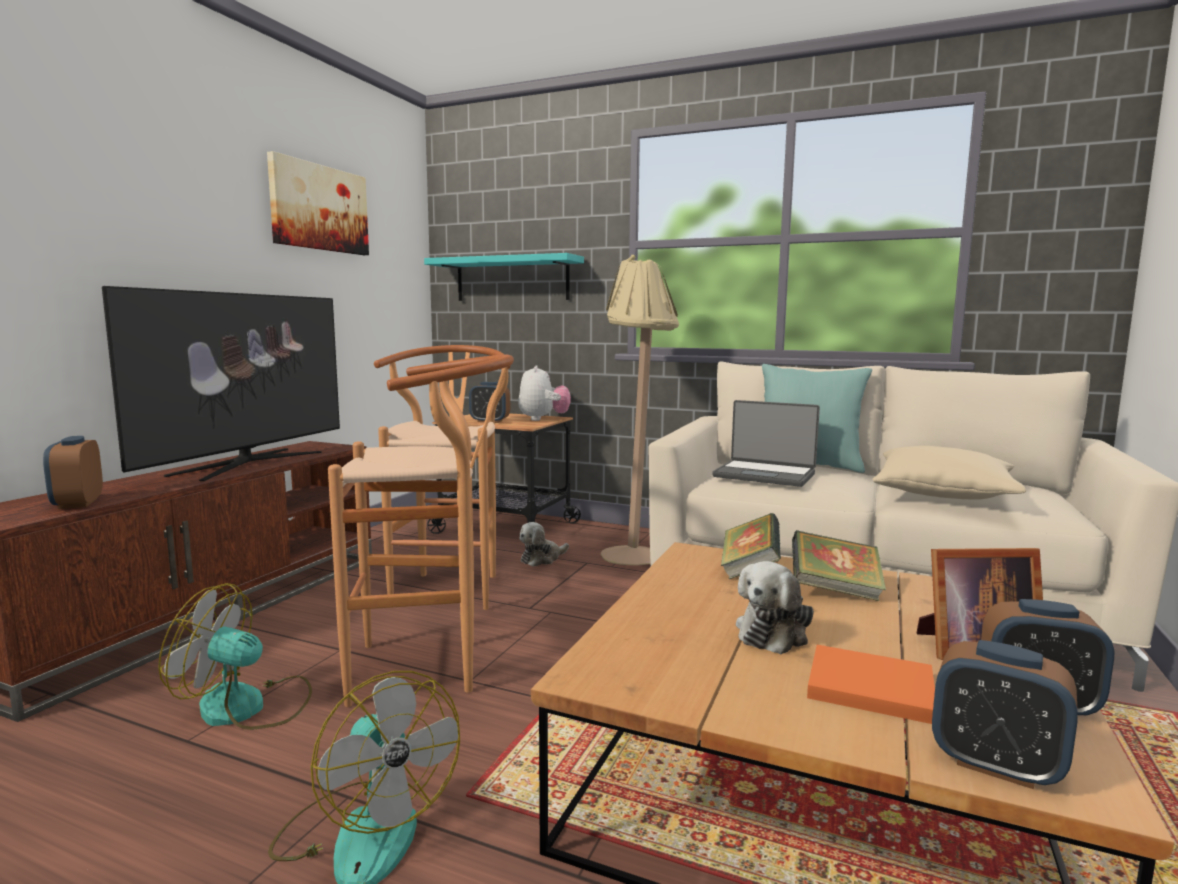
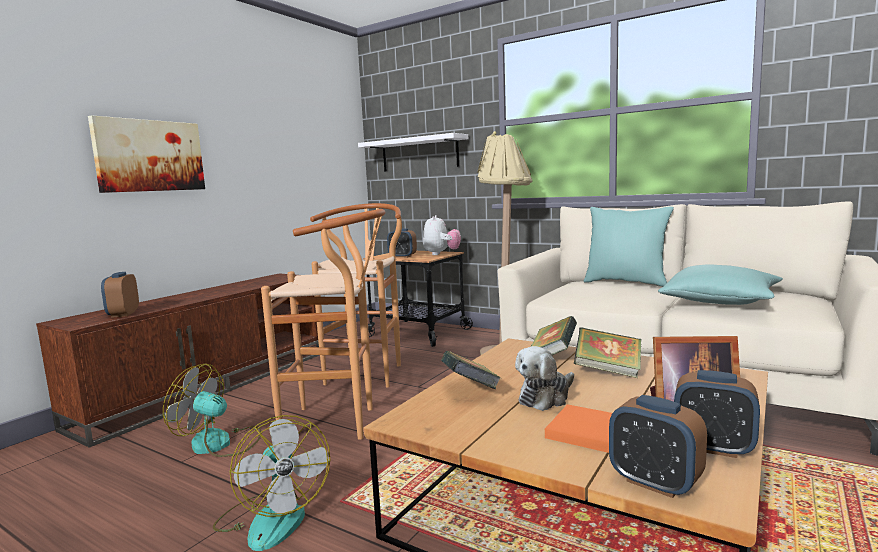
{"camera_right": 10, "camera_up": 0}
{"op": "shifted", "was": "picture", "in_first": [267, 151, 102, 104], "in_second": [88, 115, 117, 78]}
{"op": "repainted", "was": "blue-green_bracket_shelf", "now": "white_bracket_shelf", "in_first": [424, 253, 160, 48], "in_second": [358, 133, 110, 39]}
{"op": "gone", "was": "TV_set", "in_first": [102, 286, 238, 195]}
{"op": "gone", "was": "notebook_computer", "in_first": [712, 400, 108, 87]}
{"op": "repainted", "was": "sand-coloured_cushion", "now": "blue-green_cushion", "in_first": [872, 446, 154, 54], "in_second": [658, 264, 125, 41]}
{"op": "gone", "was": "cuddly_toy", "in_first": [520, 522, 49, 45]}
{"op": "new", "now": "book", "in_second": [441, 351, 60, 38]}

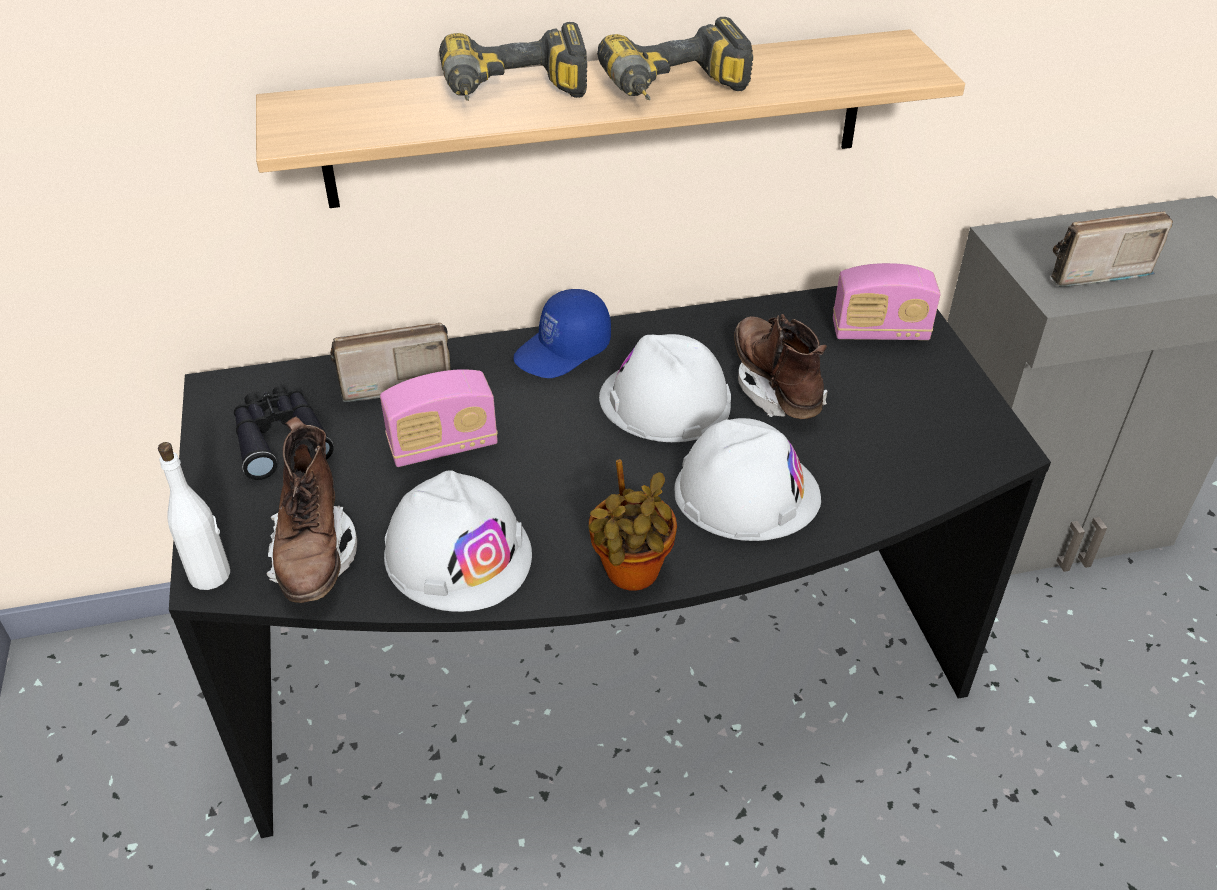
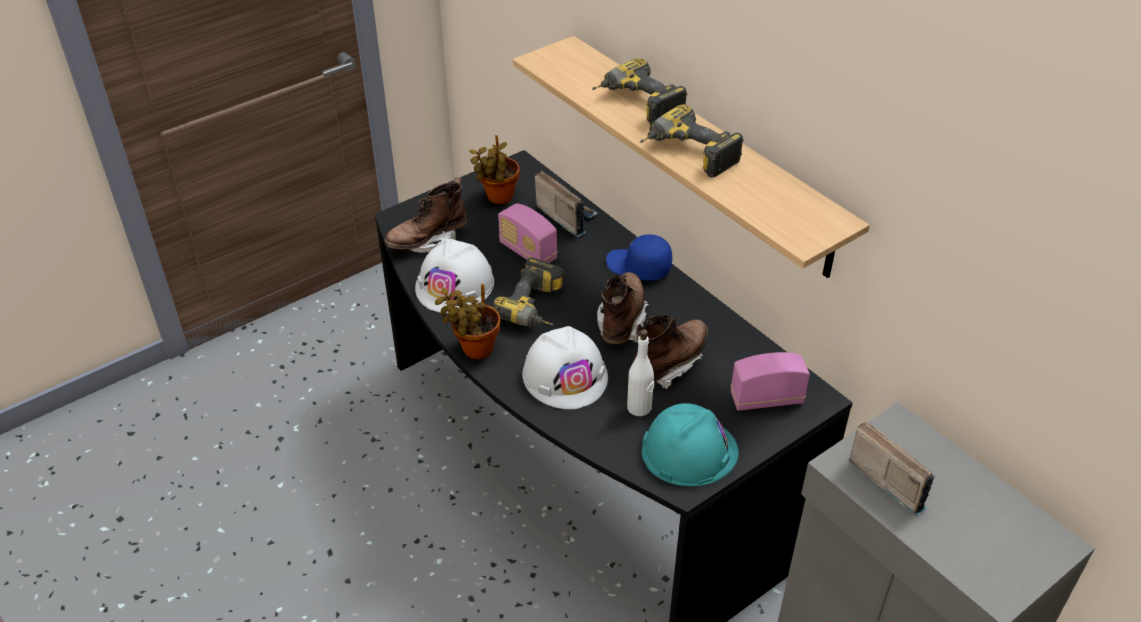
{"camera_right": 65, "camera_up": 0}
{"op": "rotated", "was": "radio_set", "in_first": [833, 263, 107, 77], "in_second": [731, 352, 79, 59], "clockwise": 105}
{"op": "swapped", "was": "white_work_helmet", "now": "brown-coloured_high-top_boot", "in_first": [599, 334, 132, 108], "in_second": [597, 272, 52, 72]}
{"op": "swapped", "was": "black-coloured_binoculars", "now": "houseplant", "in_first": [234, 386, 100, 94], "in_second": [469, 135, 50, 69]}
{"op": "shifted", "was": "white_beverage_bottle", "in_first": [158, 442, 72, 148], "in_second": [627, 329, 28, 87]}
{"op": "new", "now": "power_drill", "in_second": [491, 257, 74, 70]}
{"op": "new", "now": "blue-green_work_helmet", "in_second": [642, 403, 96, 83]}

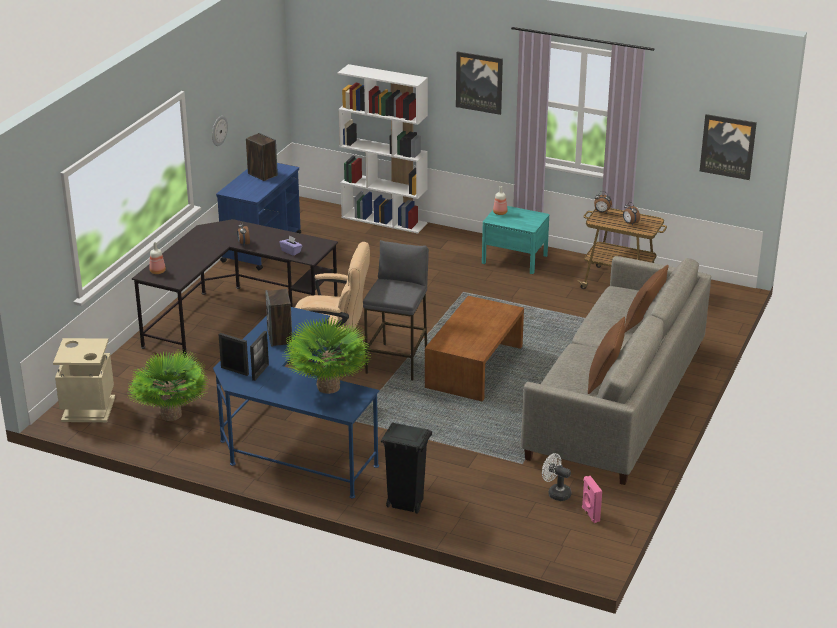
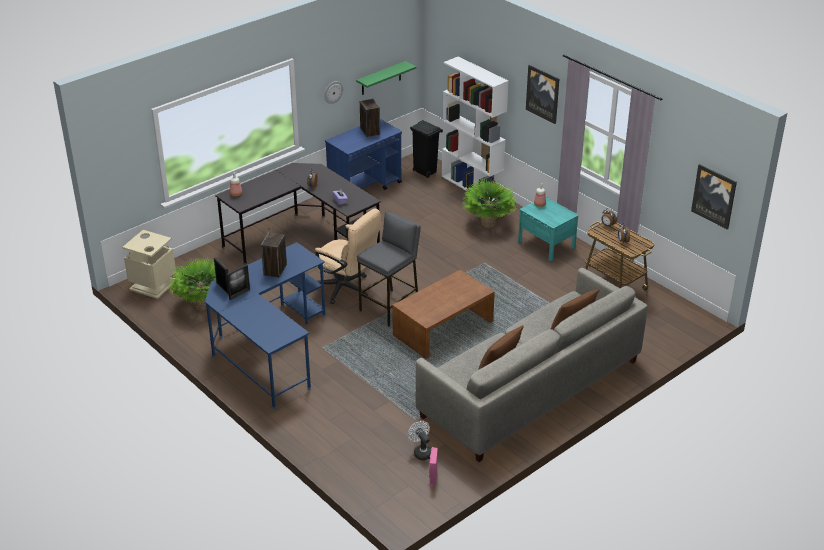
{"camera_right": 25, "camera_up": 5}
{"op": "shifted", "was": "houseplant", "in_first": [283, 316, 88, 78], "in_second": [462, 178, 54, 50]}
{"op": "shifted", "was": "black-coloured_trash_can", "in_first": [381, 423, 51, 91], "in_second": [410, 120, 33, 58]}
{"op": "new", "now": "green_bracket_shelf", "in_second": [356, 61, 61, 34]}

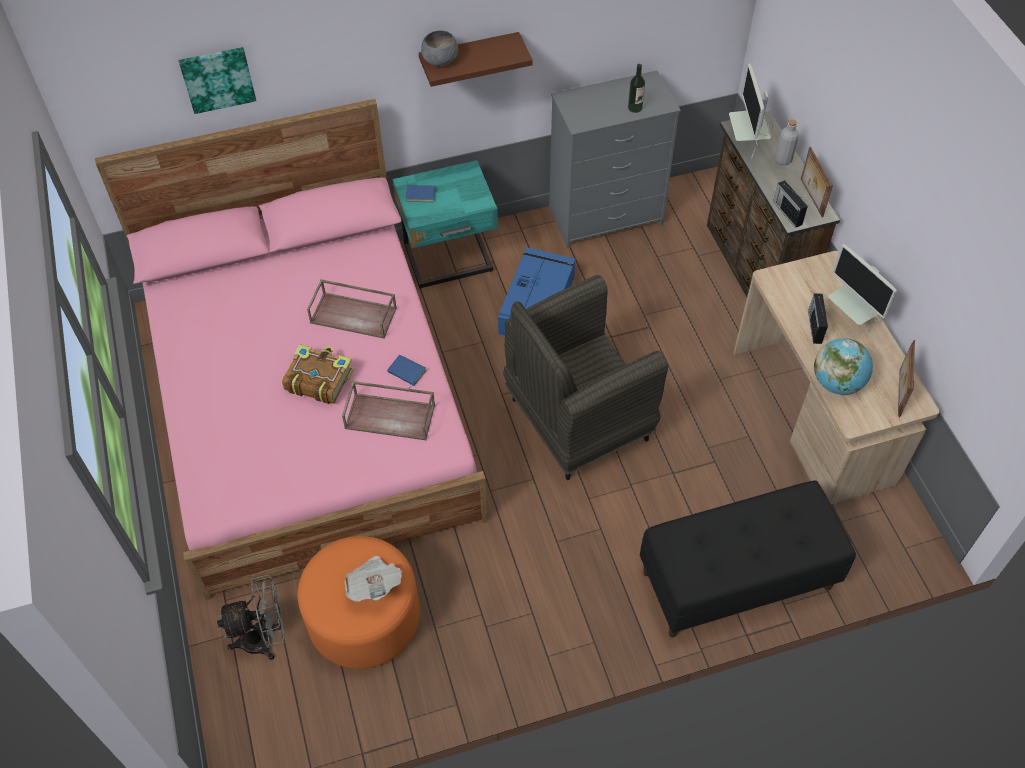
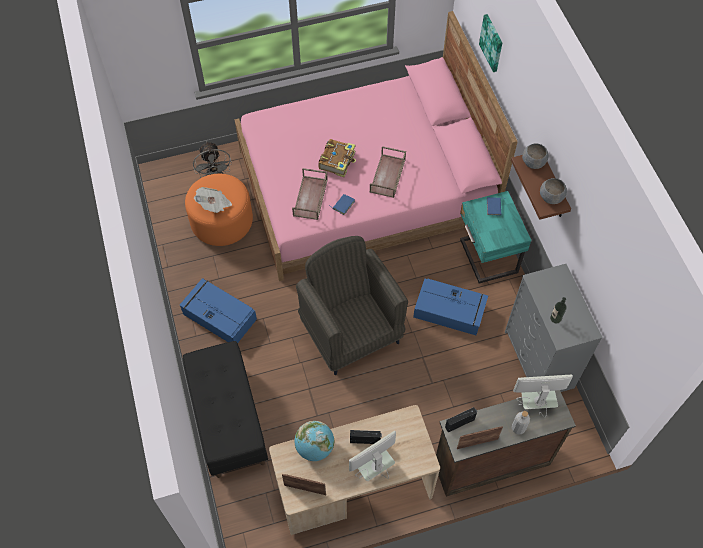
{"camera_right": 90, "camera_up": 5}
{"op": "new", "now": "gray_serving_bowl", "in_second": [540, 178, 27, 26]}
{"op": "new", "now": "blue-coloured_storage_bin", "in_second": [179, 278, 78, 65]}

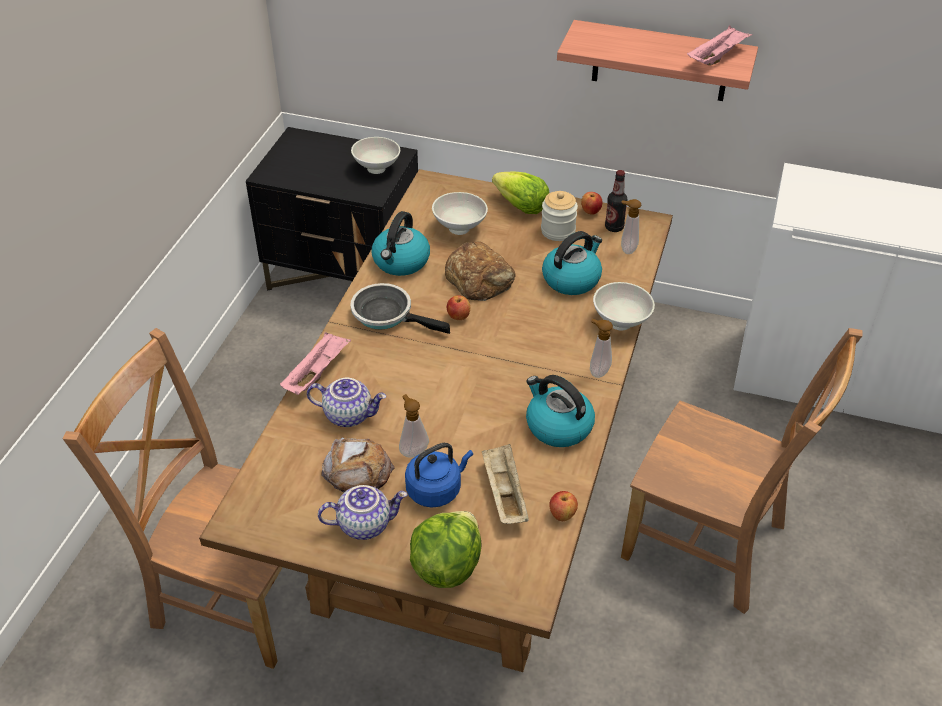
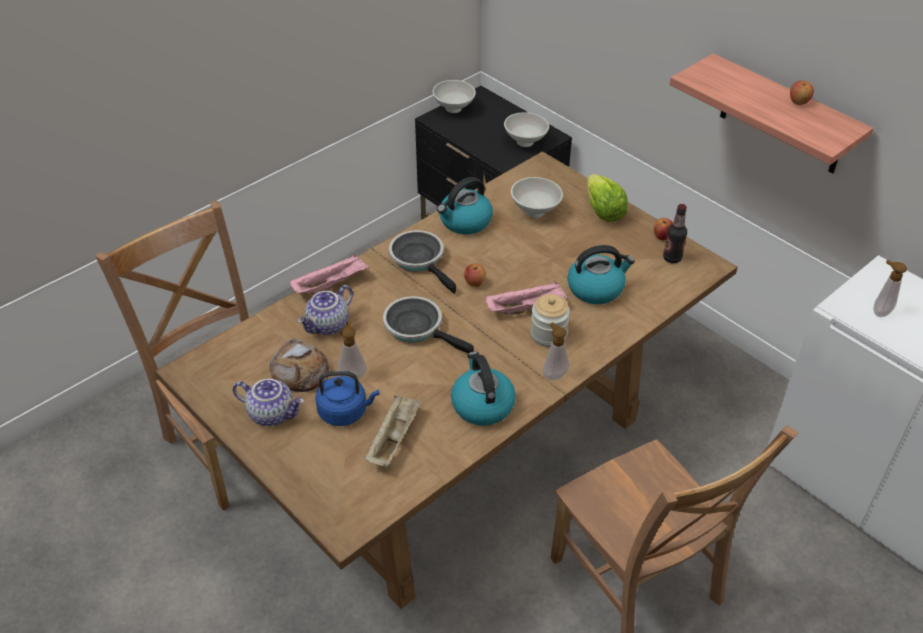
{"camera_right": 30, "camera_up": 0}
{"op": "shifted", "was": "pinkish_serving_tray", "in_first": [687, 25, 66, 40], "in_second": [485, 281, 83, 33]}
{"op": "shifted", "was": "storage_jar", "in_first": [541, 191, 37, 50], "in_second": [531, 294, 39, 53]}
{"op": "shifted", "was": "soap_dispenser", "in_first": [621, 199, 20, 55], "in_second": [874, 260, 33, 57]}
{"op": "gone", "was": "bread", "in_first": [445, 241, 71, 60]}
{"op": "shifted", "was": "white_serving_bowl", "in_first": [593, 282, 62, 49], "in_second": [433, 80, 43, 33]}
{"op": "rotated", "was": "teapot", "in_first": [307, 378, 79, 49], "in_second": [297, 285, 56, 50], "clockwise": 90}
{"op": "shifted", "was": "apple_fruit", "in_first": [549, 491, 29, 30], "in_second": [790, 81, 24, 24]}
{"op": "gone", "was": "lettuce_head", "in_first": [410, 511, 71, 77]}
{"op": "new", "now": "pan", "in_second": [383, 296, 91, 57]}

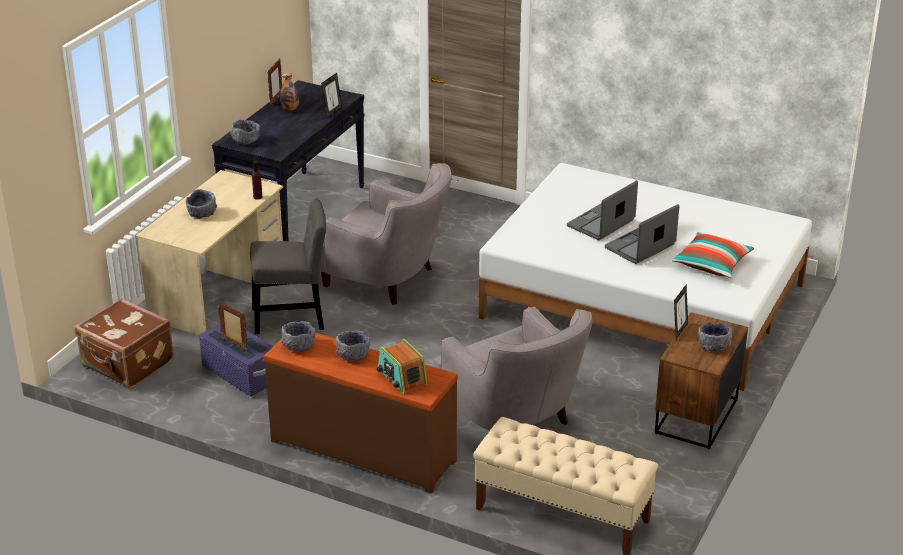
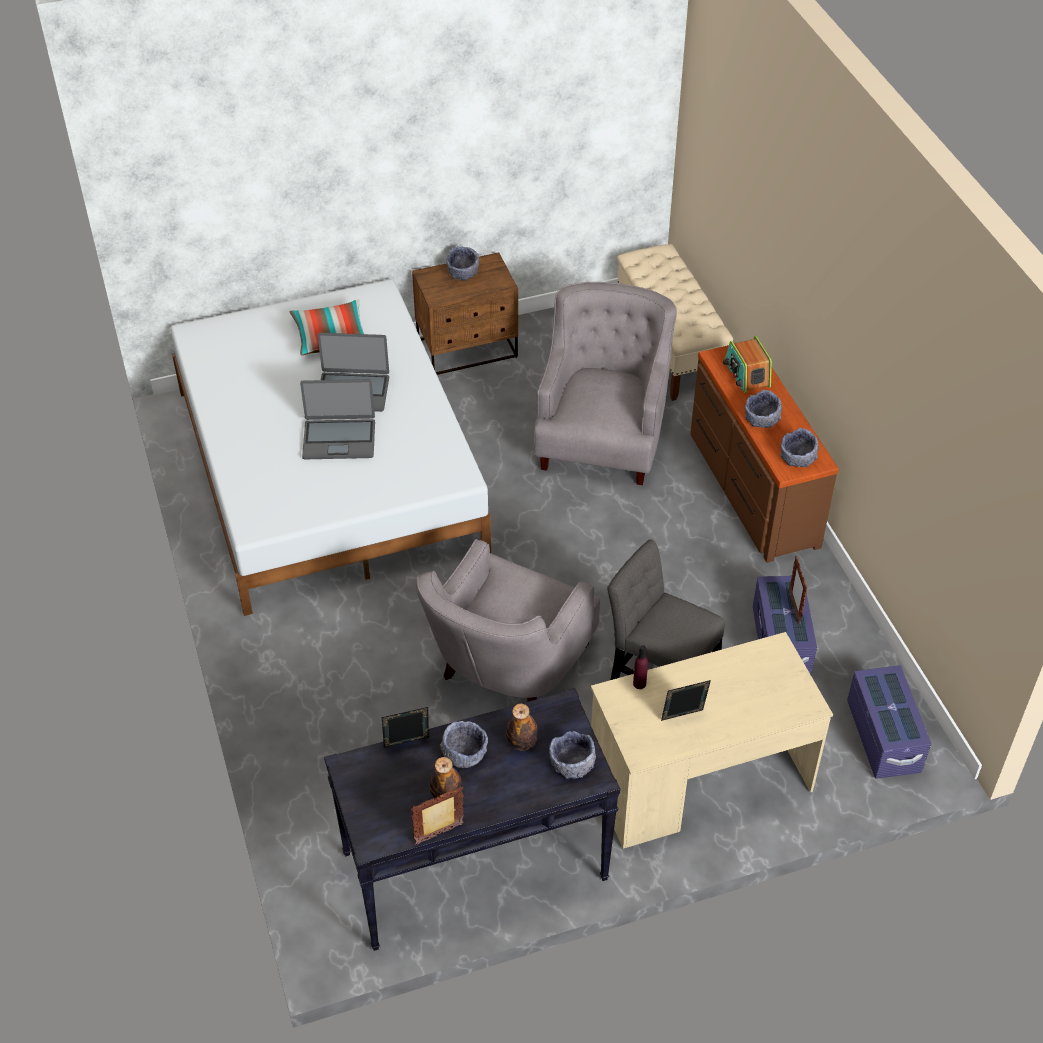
{"camera_right": -135, "camera_up": 15}
{"op": "rotated", "was": "gray_easy_chair", "in_first": [320, 163, 132, 142], "in_second": [416, 539, 184, 163], "clockwise": -135}
{"op": "shifted", "was": "gray_serving_bowl", "in_first": [186, 189, 31, 30], "in_second": [440, 721, 48, 47]}
{"op": "shifted", "was": "picture_frame", "in_first": [674, 284, 14, 55], "in_second": [661, 680, 50, 41]}
{"op": "swapped", "was": "brown-coloured_travel_case", "now": "purple-coloured_storage_bin", "in_first": [75, 298, 99, 90], "in_second": [847, 665, 84, 114]}
{"op": "rotated", "was": "radio_set", "in_first": [377, 339, 50, 55], "in_second": [723, 336, 49, 57], "clockwise": 150}
{"op": "new", "now": "beverage_bottle", "in_second": [506, 704, 32, 47]}

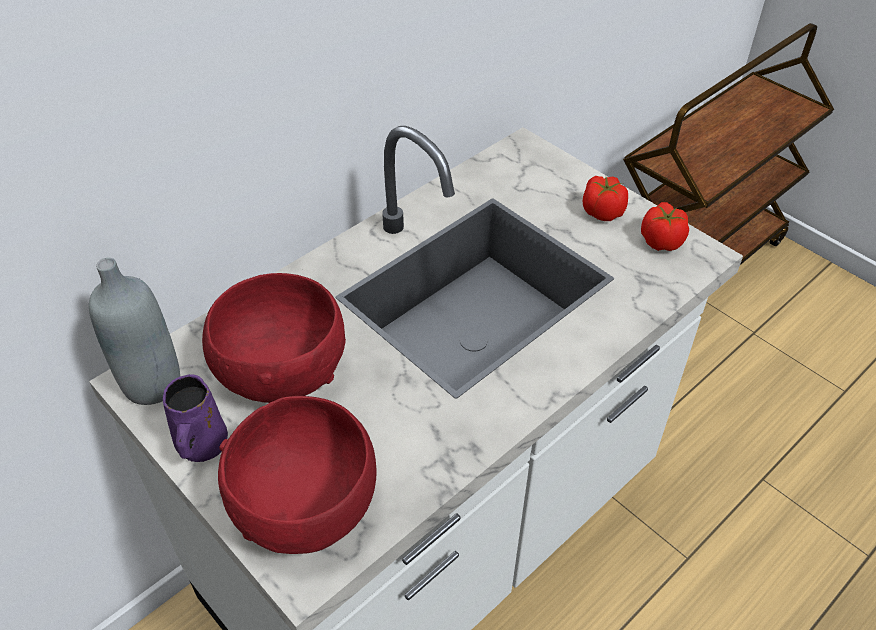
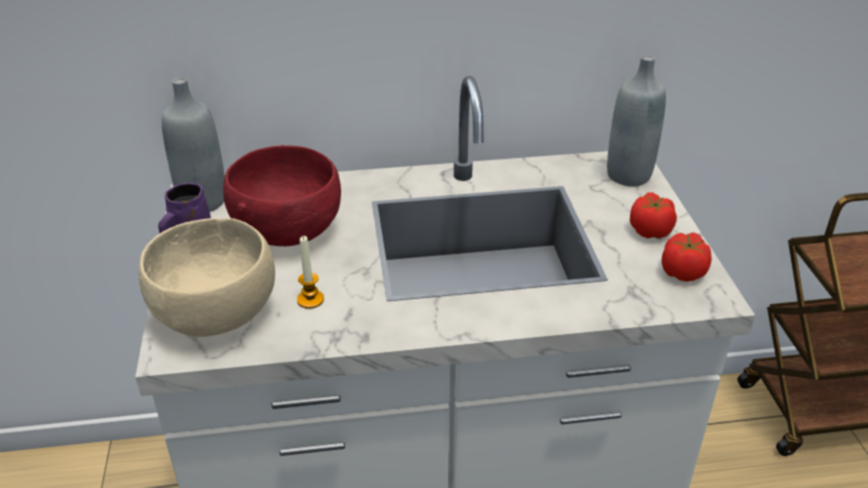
{"camera_right": 35, "camera_up": -10}
{"op": "repainted", "was": "red_serving_bowl", "now": "sand-coloured_serving_bowl", "in_first": [218, 396, 159, 158], "in_second": [138, 218, 137, 119]}
{"op": "new", "now": "gray_beverage_bottle", "in_second": [607, 55, 59, 132]}
{"op": "new", "now": "candle", "in_second": [297, 236, 27, 73]}

